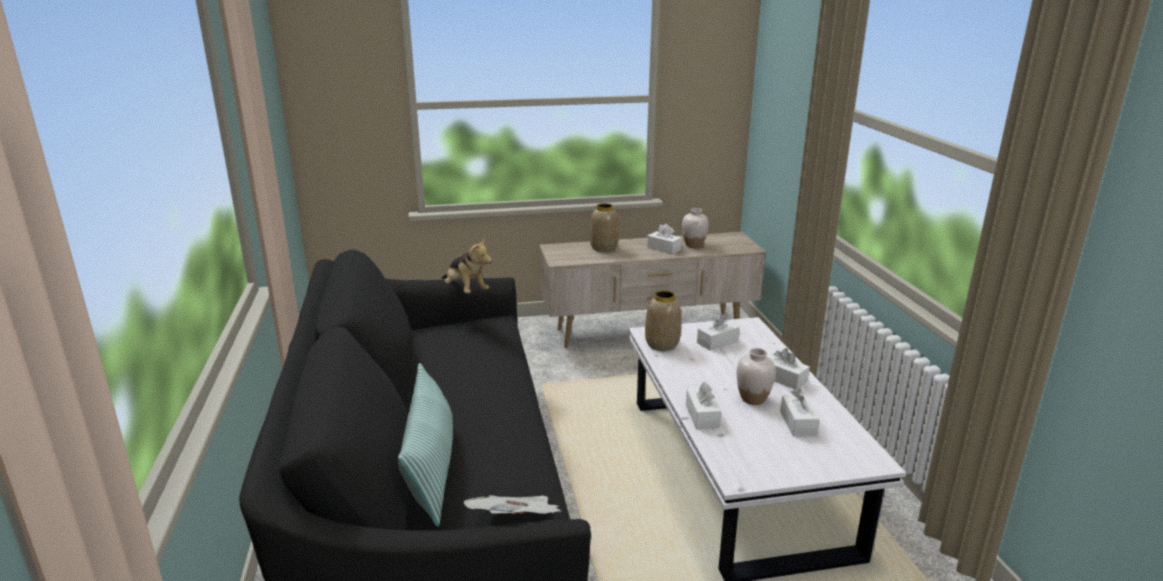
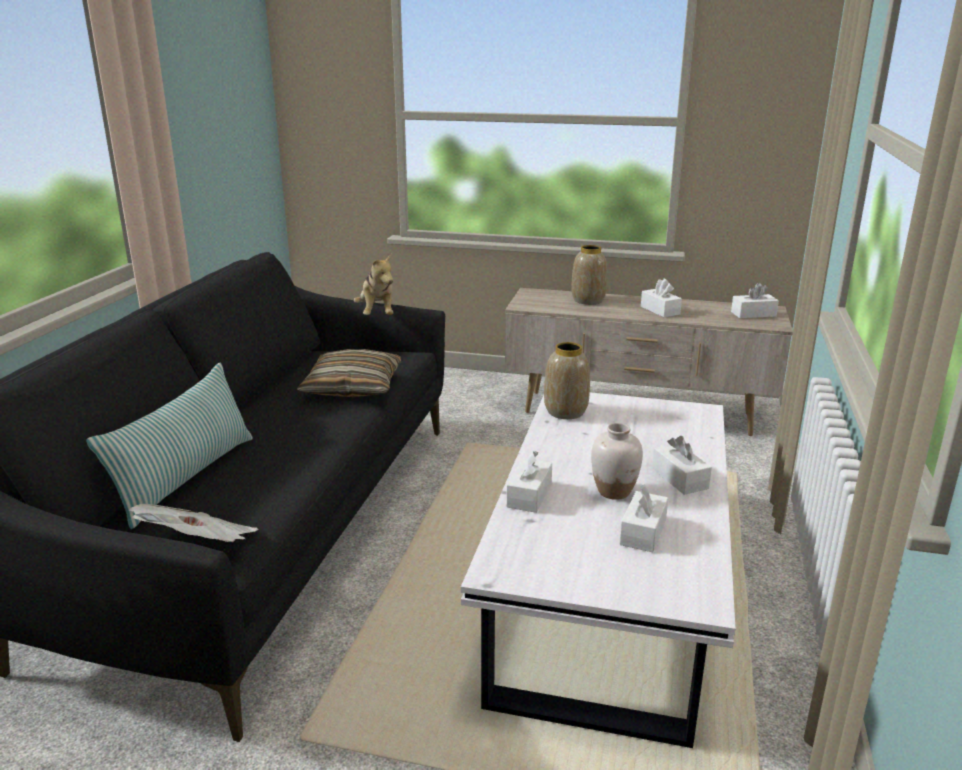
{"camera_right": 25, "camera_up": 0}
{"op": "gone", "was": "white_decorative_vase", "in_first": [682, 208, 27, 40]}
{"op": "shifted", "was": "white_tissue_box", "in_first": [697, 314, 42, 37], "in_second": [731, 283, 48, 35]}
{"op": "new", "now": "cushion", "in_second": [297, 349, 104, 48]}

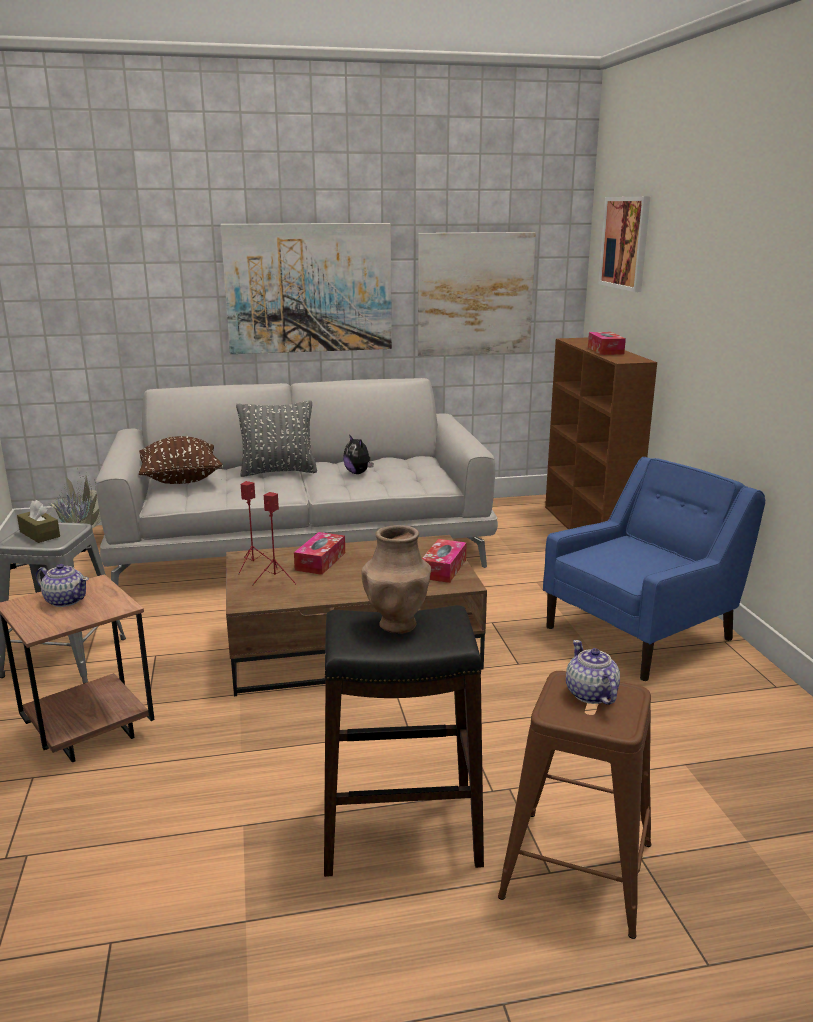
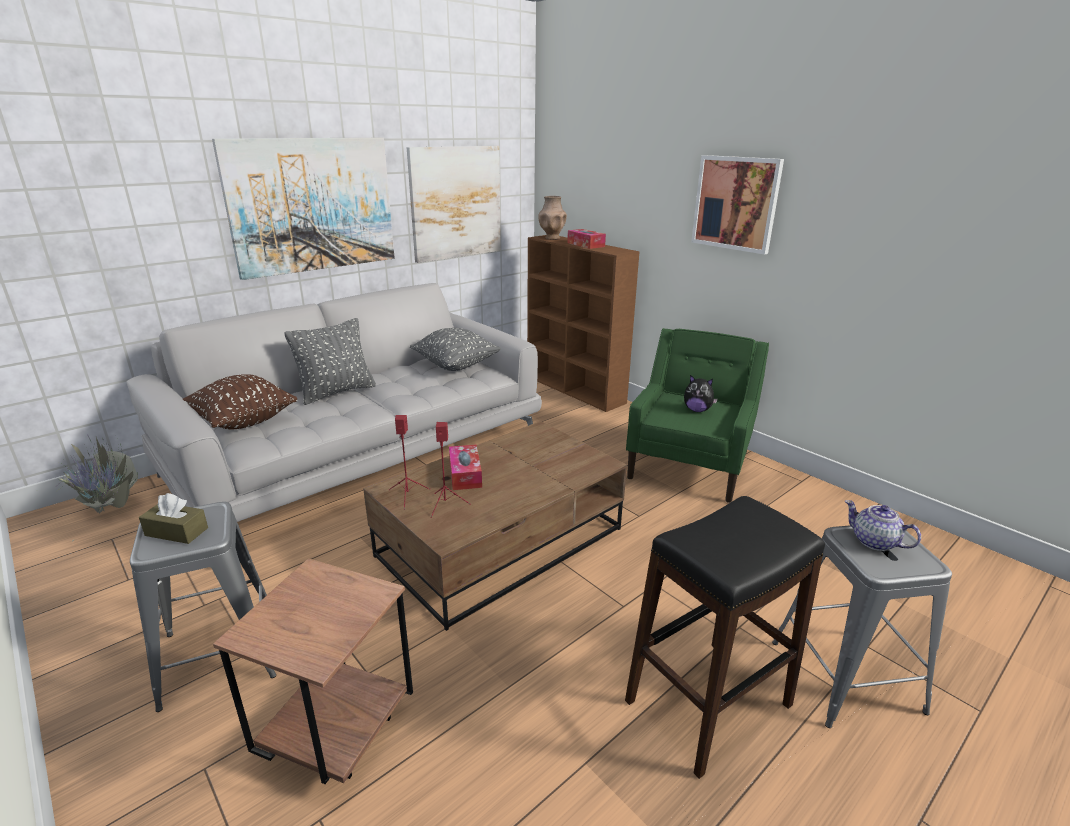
{"camera_right": -30, "camera_up": 5}
{"op": "shifted", "was": "picture", "in_first": [598, 197, 52, 95], "in_second": [691, 155, 93, 100]}
{"op": "shifted", "was": "cuddly_toy", "in_first": [343, 434, 30, 40], "in_second": [684, 375, 34, 37]}
{"op": "repainted", "was": "blue-coloured_easy_chair", "now": "green_easy_chair", "in_first": [543, 457, 222, 224], "in_second": [626, 328, 143, 175]}
{"op": "shifted", "was": "brown-coloured_decorative_vase", "in_first": [361, 525, 70, 109], "in_second": [538, 196, 29, 44]}
{"op": "gone", "was": "tissue_box", "in_first": [422, 539, 45, 44]}
{"op": "gone", "was": "teapot", "in_first": [36, 564, 53, 43]}
{"op": "repainted", "was": "brown-coloured_sitting_stool", "now": "gray_sitting_stool", "in_first": [498, 671, 153, 268], "in_second": [772, 525, 180, 203]}
{"op": "new", "now": "gray_cushion", "in_second": [410, 328, 91, 43]}

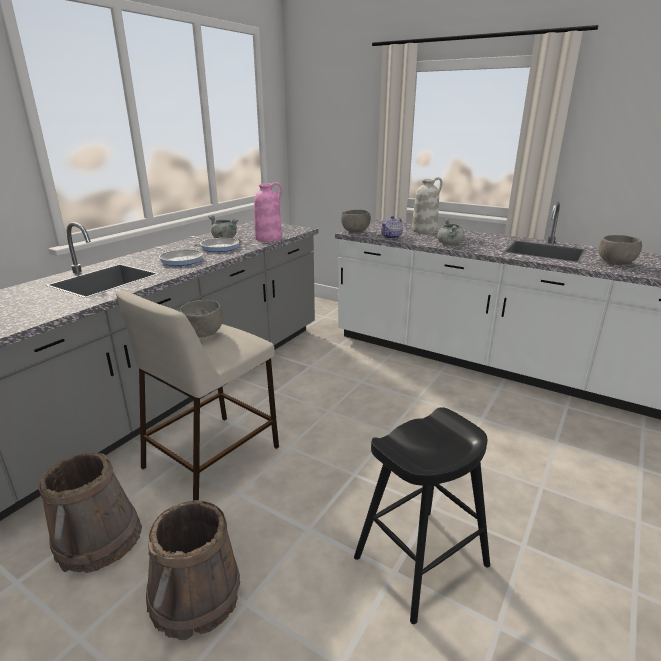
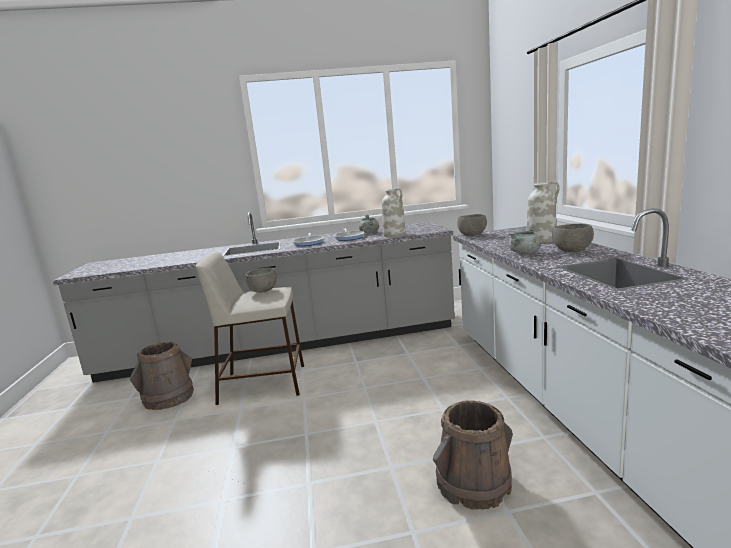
{"camera_right": 50, "camera_up": -10}
{"op": "repainted", "was": "pinkish_decorative_vase", "now": "white_decorative_vase", "in_first": [254, 182, 28, 60], "in_second": [382, 188, 24, 49]}
{"op": "gone", "was": "teapot", "in_first": [381, 216, 22, 23]}
{"op": "shifted", "was": "gray_serving_bowl", "in_first": [599, 235, 43, 30], "in_second": [552, 224, 42, 28]}
{"op": "gone", "was": "black-coloured_sitting_stool", "in_first": [354, 407, 136, 217]}
{"op": "shifted", "was": "brown-coloured_water_bucket", "in_first": [146, 500, 94, 140], "in_second": [433, 400, 80, 110]}

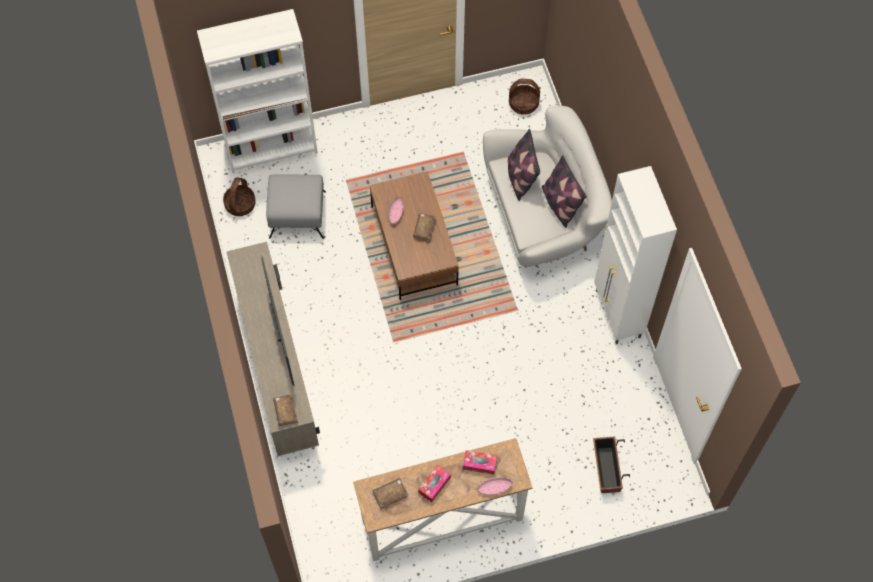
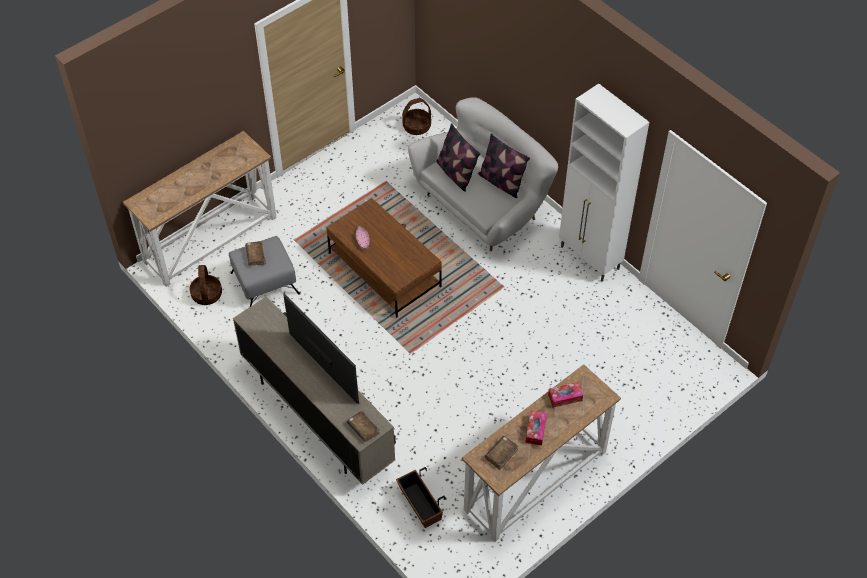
{"camera_right": -25, "camera_up": -10}
{"op": "swapped", "was": "white_shelving_unit", "now": "hall_table", "in_first": [197, 9, 121, 164], "in_second": [123, 131, 153, 156]}
{"op": "shifted", "was": "brown-coloured_book", "in_first": [413, 213, 23, 29], "in_second": [245, 241, 21, 25]}
{"op": "shifted", "was": "flower_pot", "in_first": [593, 436, 37, 57], "in_second": [396, 467, 49, 61]}
{"op": "gone", "was": "pinkish_serving_bowl", "in_first": [477, 478, 36, 17]}

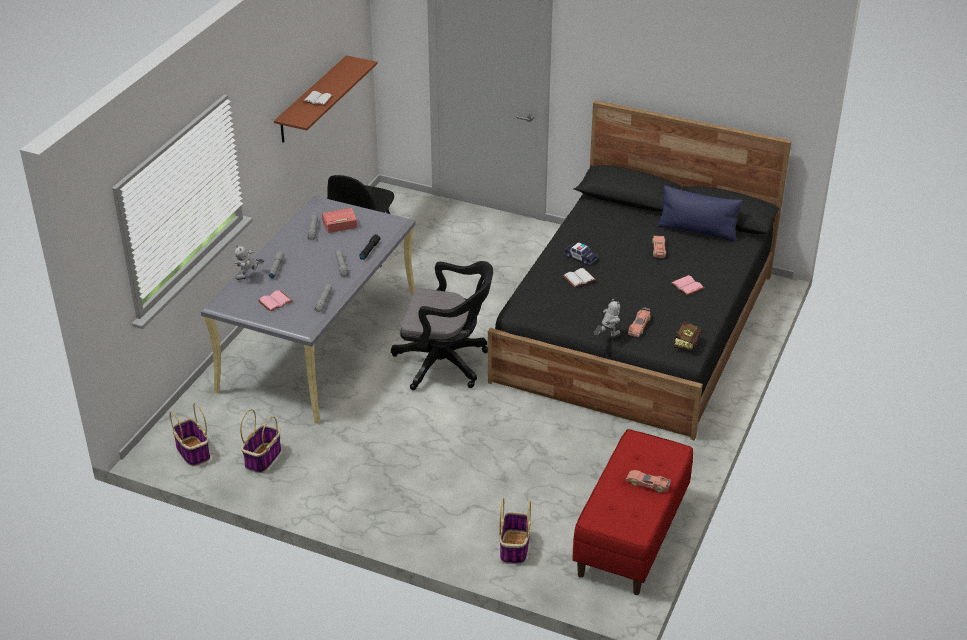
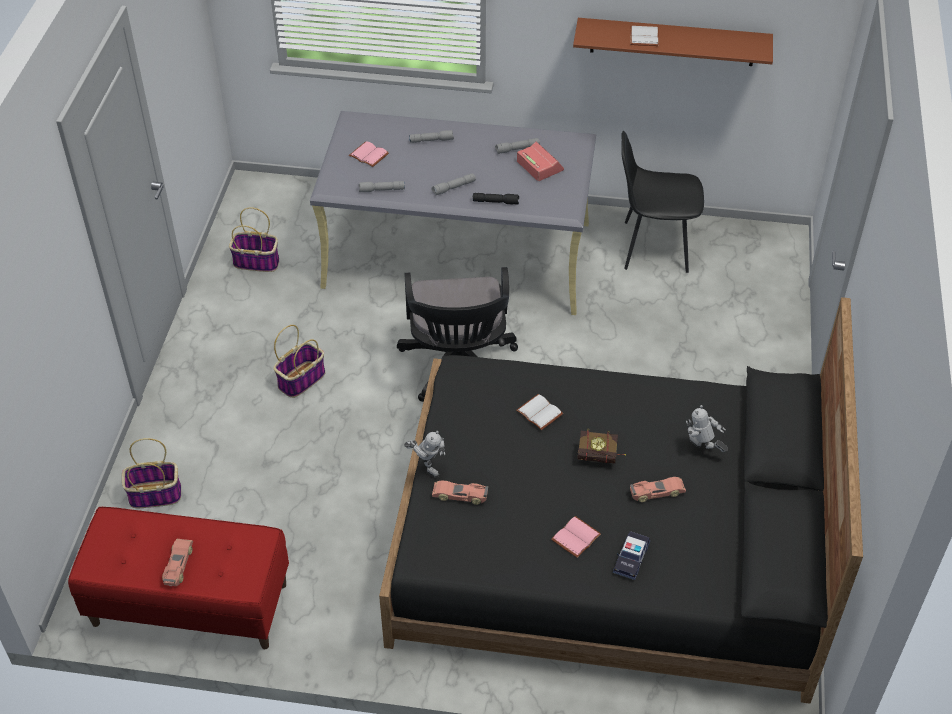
{"camera_right": 75, "camera_up": 10}
{"op": "gone", "was": "blue-coloured_cushion", "in_first": [657, 185, 86, 57]}
{"op": "shifted", "was": "miniature_car", "in_first": [564, 242, 34, 23], "in_second": [613, 531, 37, 49]}
{"op": "shifted", "was": "robot_figure", "in_first": [234, 245, 30, 35], "in_second": [686, 405, 42, 47]}
{"op": "shifted", "was": "book", "in_first": [674, 321, 28, 29], "in_second": [577, 429, 49, 34]}
{"op": "shifted", "was": "basket", "in_first": [170, 403, 40, 63], "in_second": [274, 325, 51, 73]}

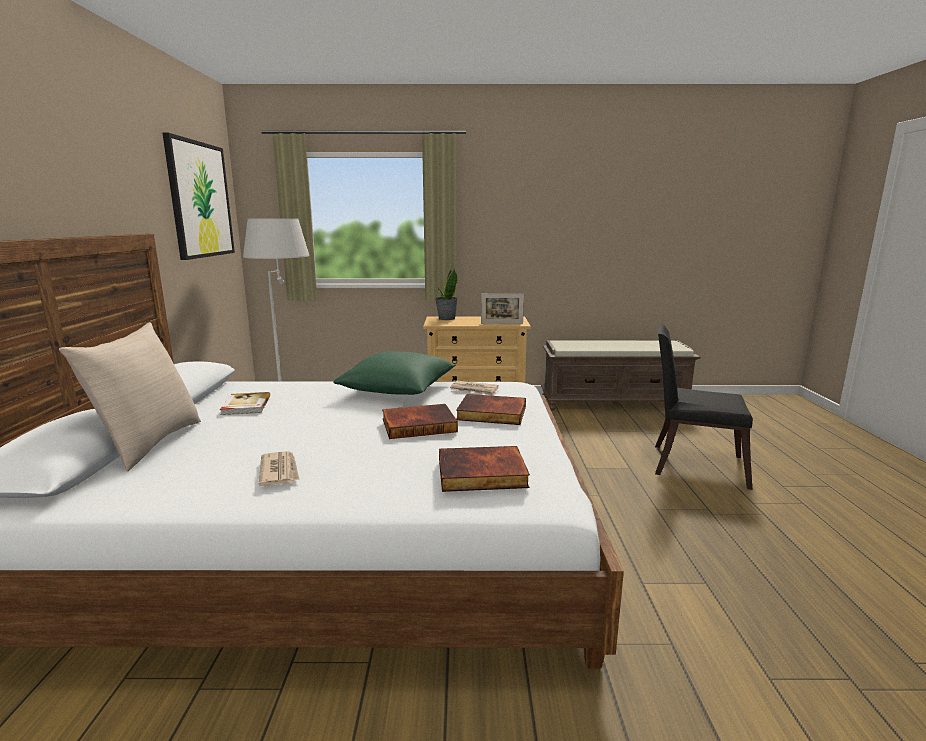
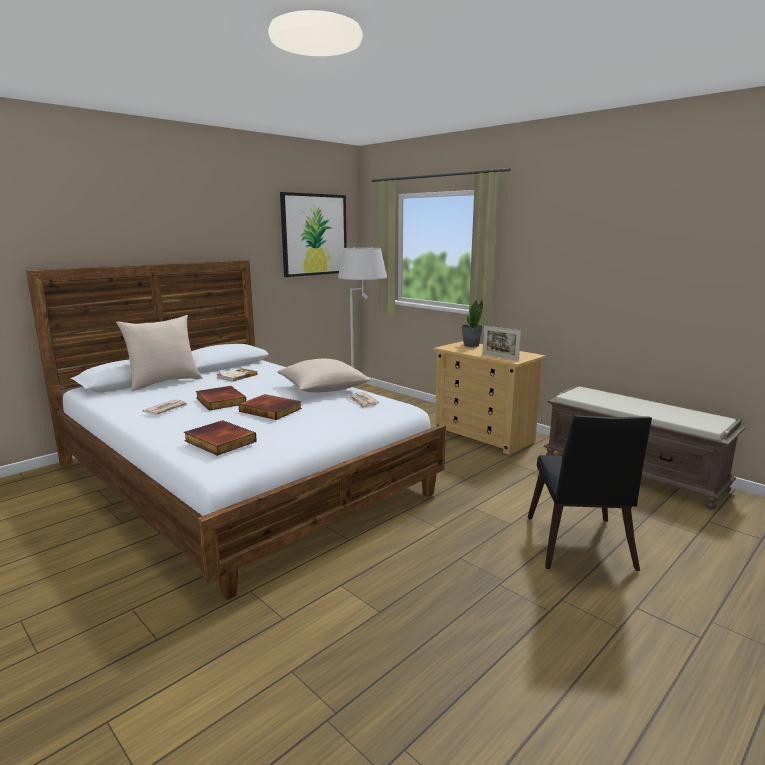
{"camera_right": 45, "camera_up": 0}
{"op": "rotated", "was": "black-coloured_upright_chair", "in_first": [655, 323, 98, 167], "in_second": [528, 415, 124, 156], "clockwise": -150}
{"op": "repainted", "was": "green_cushion", "now": "sand-coloured_cushion", "in_first": [333, 351, 123, 44], "in_second": [278, 359, 93, 34]}
{"op": "shifted", "was": "book", "in_first": [456, 394, 70, 31], "in_second": [196, 386, 50, 25]}

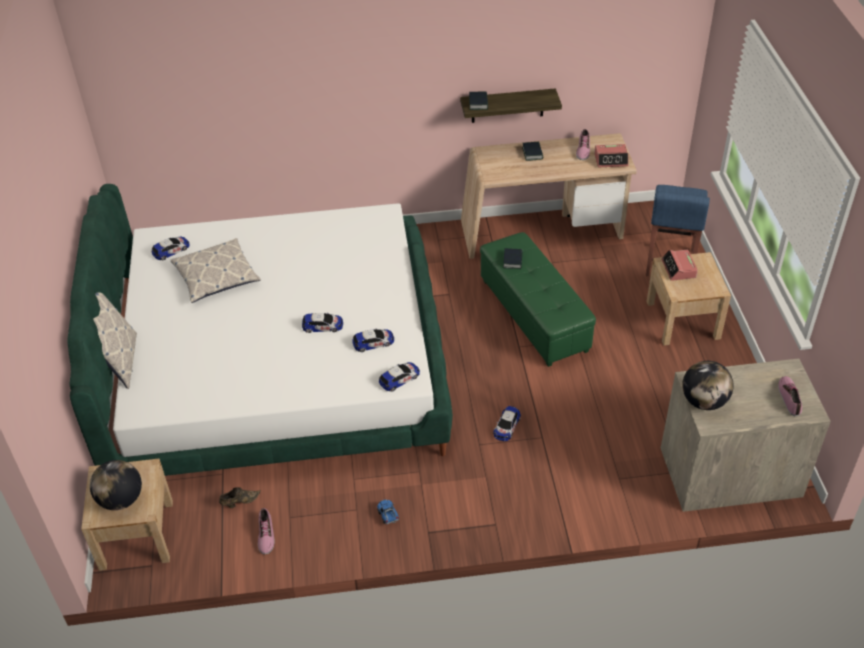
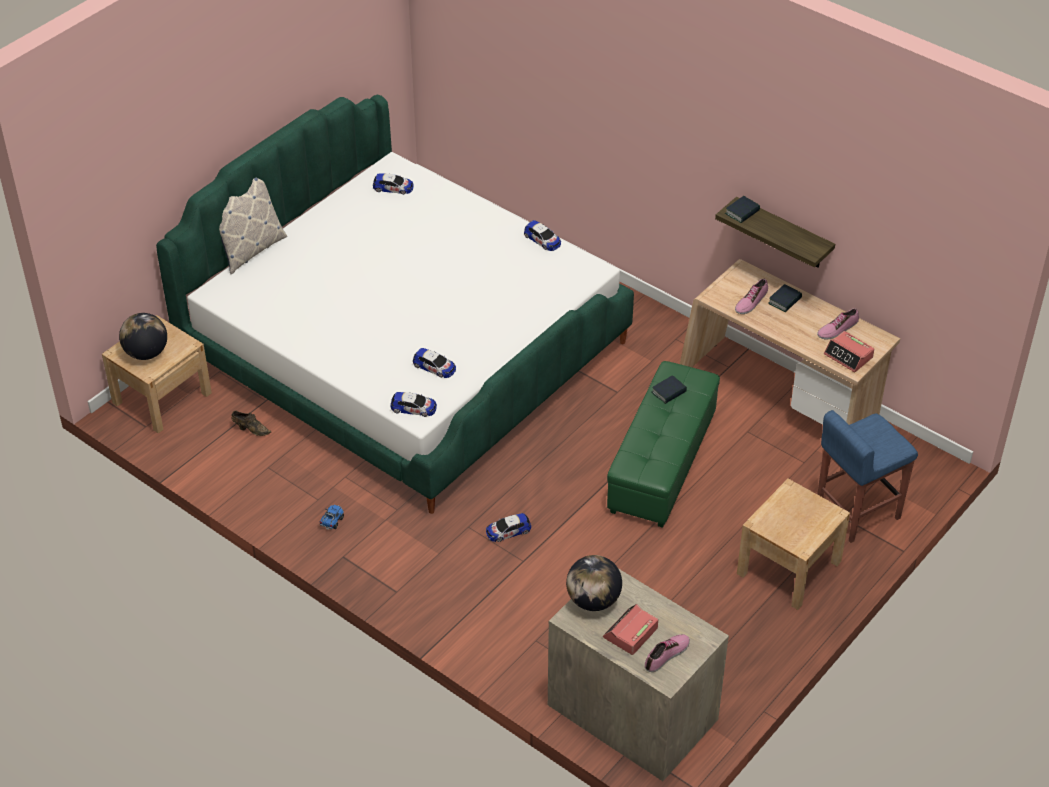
{"camera_right": 45, "camera_up": 0}
{"op": "gone", "was": "cushion", "in_first": [171, 238, 90, 65]}
{"op": "shifted", "was": "table_clock", "in_first": [661, 250, 37, 31], "in_second": [603, 604, 55, 51]}
{"op": "shifted", "was": "miniature_car", "in_first": [302, 313, 41, 20], "in_second": [524, 220, 37, 31]}
{"op": "shifted", "was": "item_of_footwear", "in_first": [258, 508, 16, 46], "in_second": [735, 278, 33, 36]}

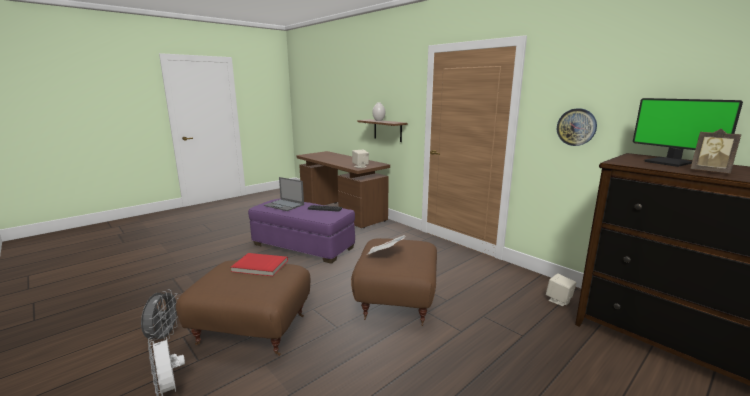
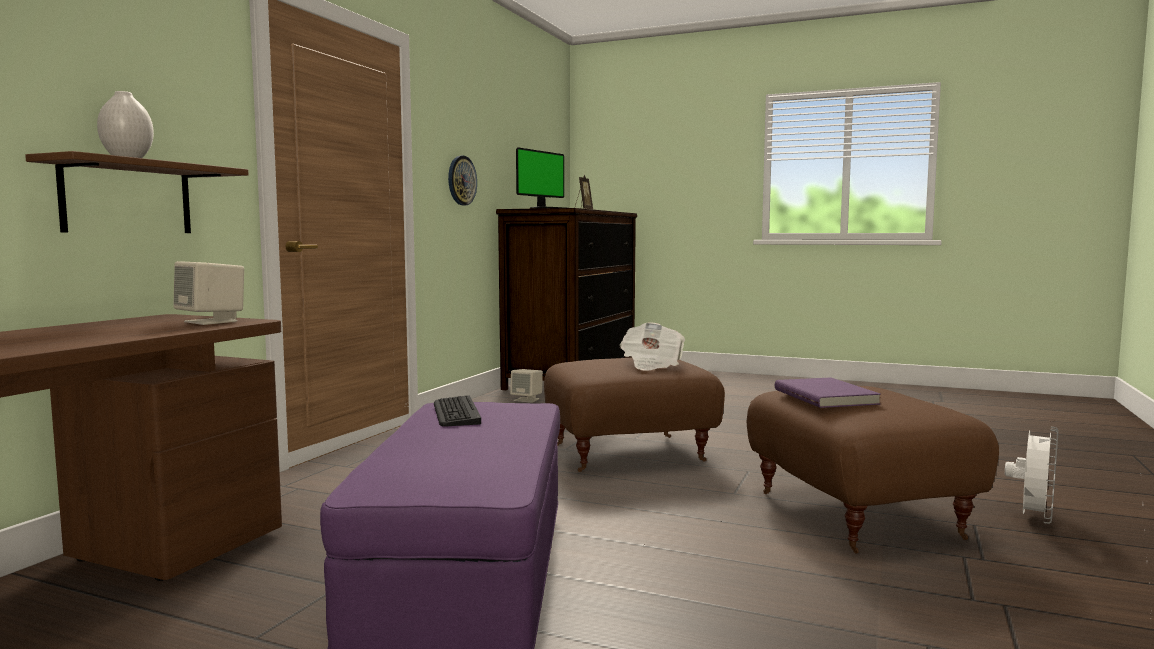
{"camera_right": -115, "camera_up": -10}
{"op": "gone", "was": "notebook_computer", "in_first": [264, 177, 40, 34]}
{"op": "repainted", "was": "red_book", "now": "purple-coloured_book", "in_first": [231, 253, 57, 23], "in_second": [775, 377, 106, 31]}
{"op": "gone", "was": "gray_cooling_fan", "in_first": [141, 289, 38, 52]}

